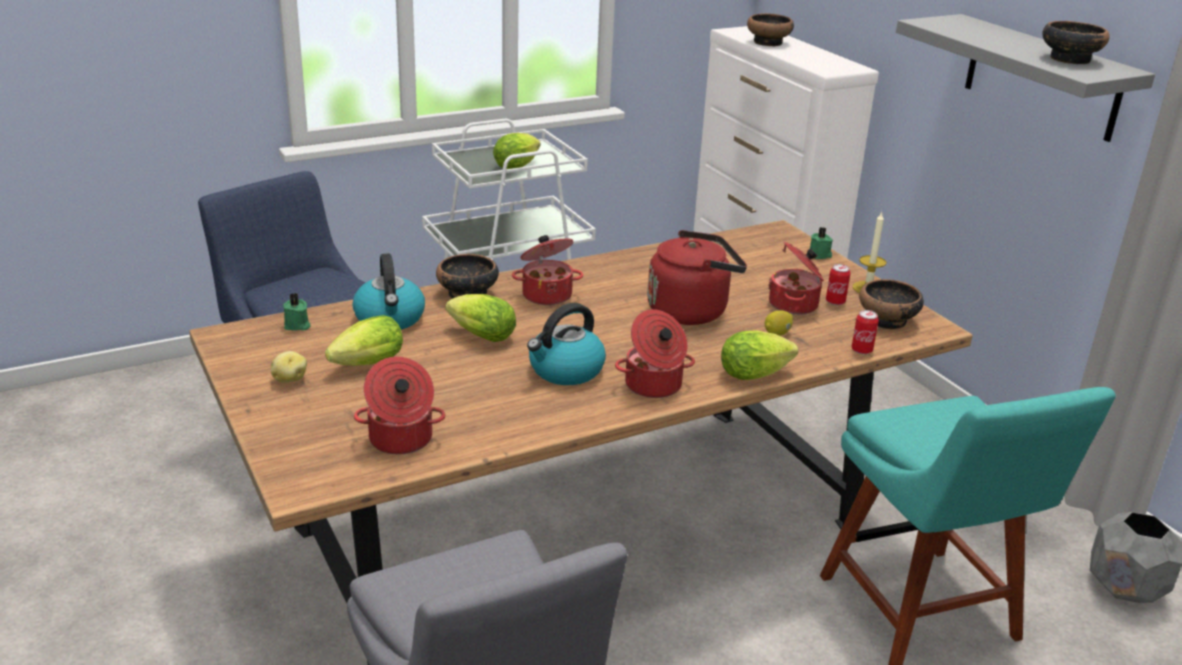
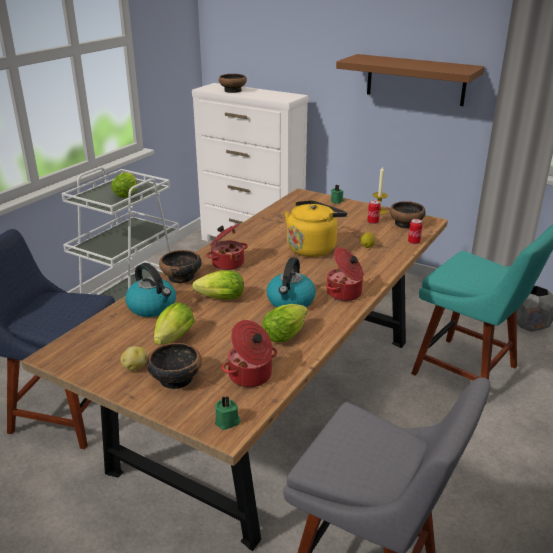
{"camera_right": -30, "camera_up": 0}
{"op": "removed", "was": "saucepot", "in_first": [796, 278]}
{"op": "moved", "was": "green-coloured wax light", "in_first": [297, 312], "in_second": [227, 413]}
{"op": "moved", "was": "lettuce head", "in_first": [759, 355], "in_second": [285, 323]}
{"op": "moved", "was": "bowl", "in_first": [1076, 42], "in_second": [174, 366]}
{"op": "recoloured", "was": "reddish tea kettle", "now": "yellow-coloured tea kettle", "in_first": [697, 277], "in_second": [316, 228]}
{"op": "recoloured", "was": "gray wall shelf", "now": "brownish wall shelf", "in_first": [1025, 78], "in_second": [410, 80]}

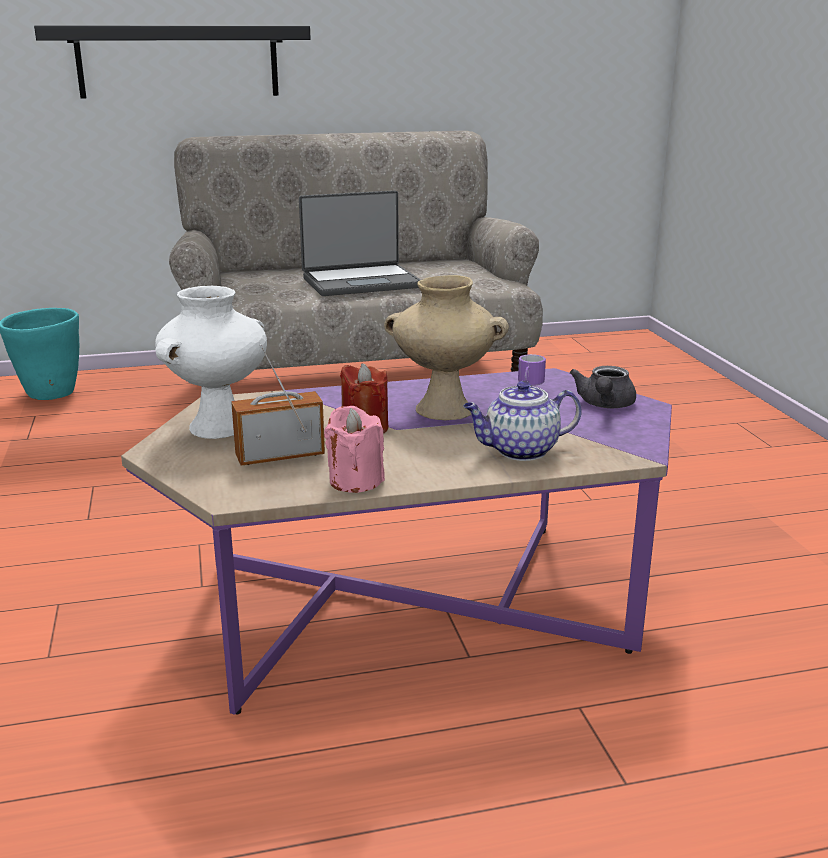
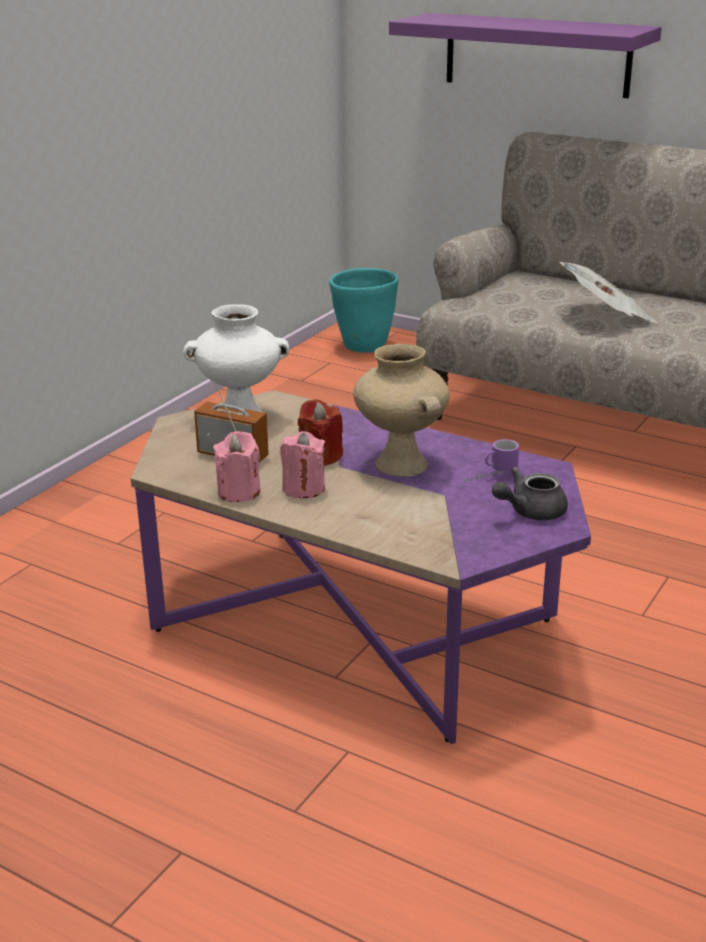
{"camera_right": 45, "camera_up": 5}
{"op": "removed", "was": "tea pot", "in_first": [522, 421]}
{"op": "added", "now": "pink-coloured wax light", "in_second": [302, 464]}
{"op": "replaced", "was": "laptop", "now": "newspaper", "in_first": [360, 243], "in_second": [608, 292]}
{"op": "recoloured", "was": "black wall shelf", "now": "purple wall shelf", "in_first": [172, 62], "in_second": [525, 55]}

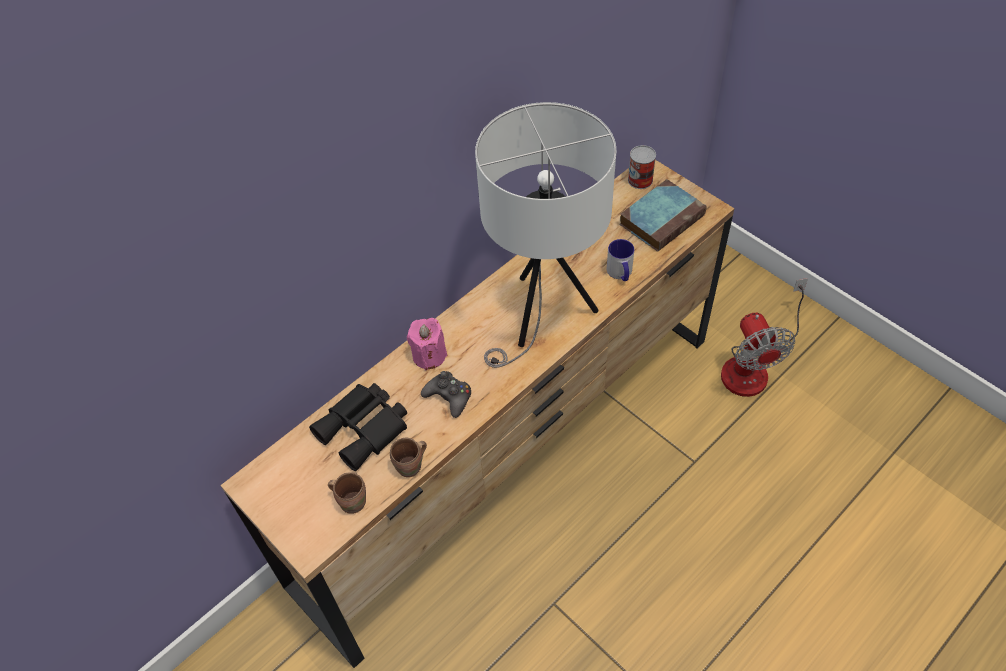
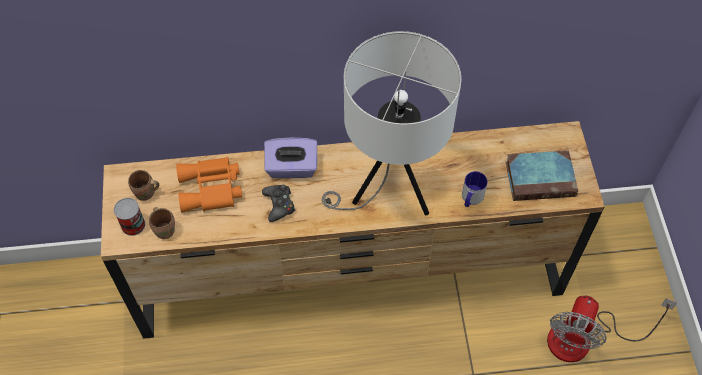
{"camera_right": 35, "camera_up": 5}
{"op": "moved", "was": "brownish mug", "in_first": [408, 458], "in_second": [143, 185]}
{"op": "moved", "was": "metal can", "in_first": [642, 167], "in_second": [130, 217]}
{"op": "replaced", "was": "pink-coloured wax light", "now": "purple tissue box", "in_first": [427, 344], "in_second": [290, 158]}
{"op": "recoloured", "was": "black field glasses", "now": "orange field glasses", "in_first": [358, 427], "in_second": [209, 184]}

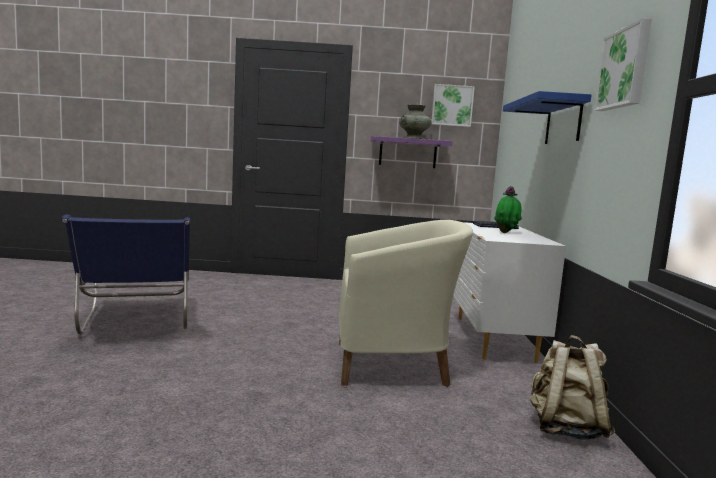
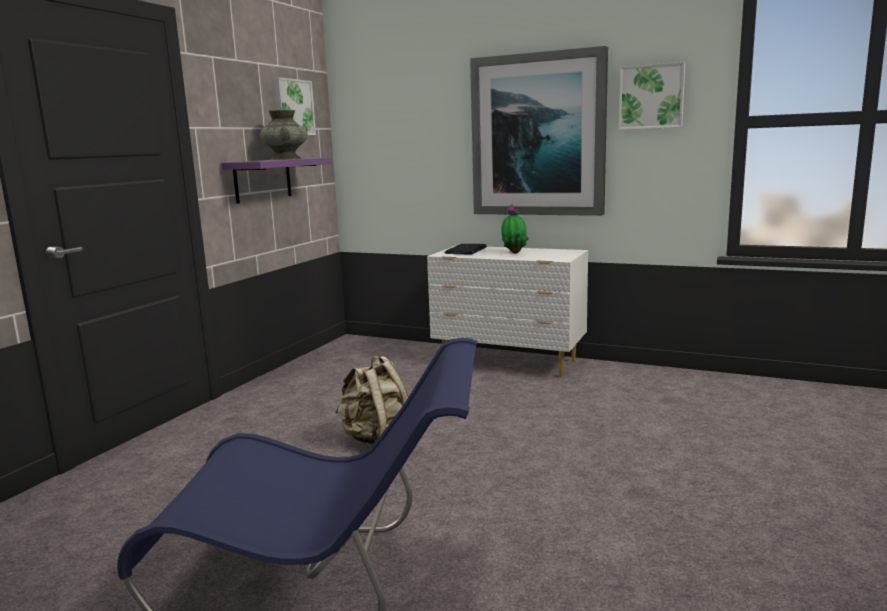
{"camera_right": -65, "camera_up": 5}
{"op": "removed", "was": "beige-coloured easy chair", "in_first": [406, 303]}
{"op": "moved", "was": "beige-coloured rucksack", "in_first": [572, 387], "in_second": [372, 401]}
{"op": "replaced", "was": "blue wall shelf", "now": "wall art", "in_first": [547, 117], "in_second": [539, 131]}

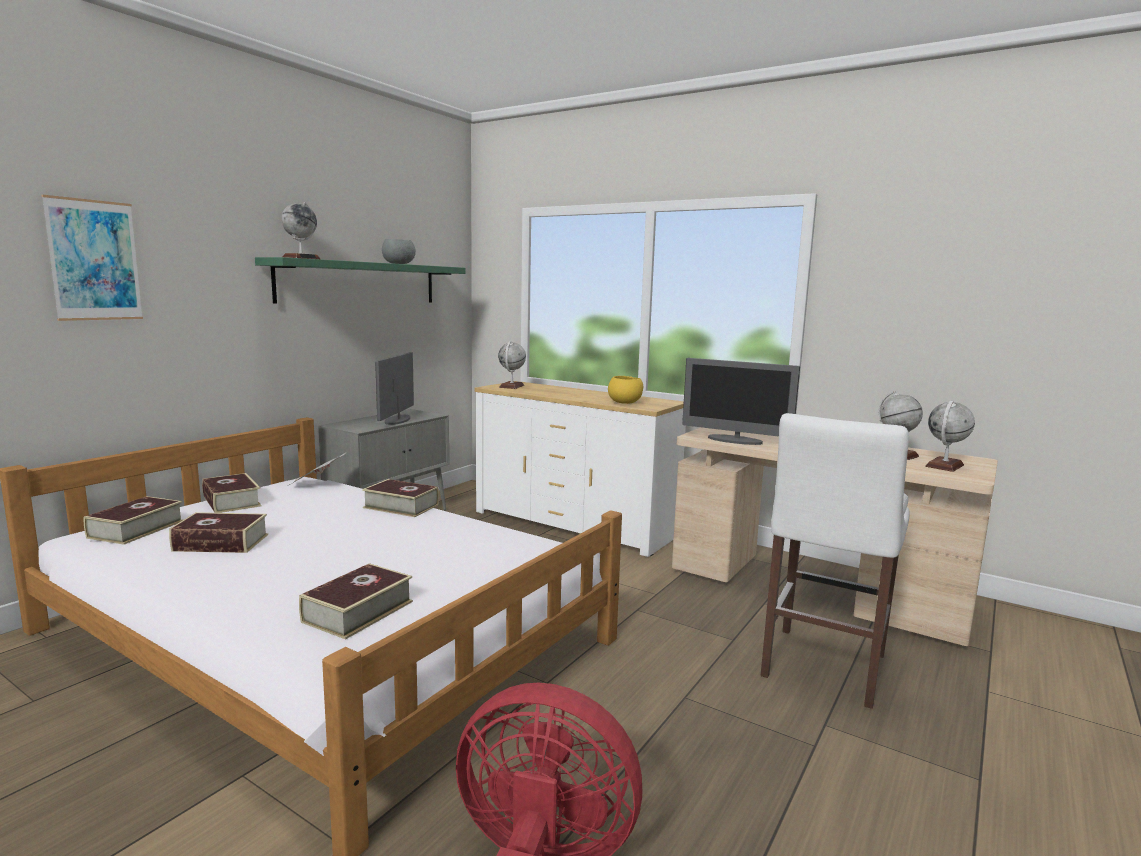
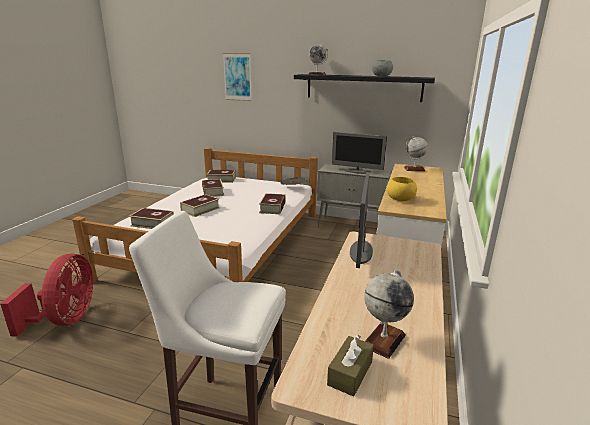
{"camera_right": 75, "camera_up": 10}
{"op": "moved", "was": "volume", "in_first": [231, 493], "in_second": [200, 205]}
{"op": "replaced", "was": "desk globe", "now": "brownish tissue box", "in_first": [950, 436], "in_second": [350, 365]}
{"op": "recoloured", "was": "green-coloured wall shelf", "now": "black wall shelf", "in_first": [360, 280], "in_second": [364, 88]}
{"op": "turned", "was": "computer display", "in_first": [394, 388], "in_second": [359, 153], "clockwise": -150}

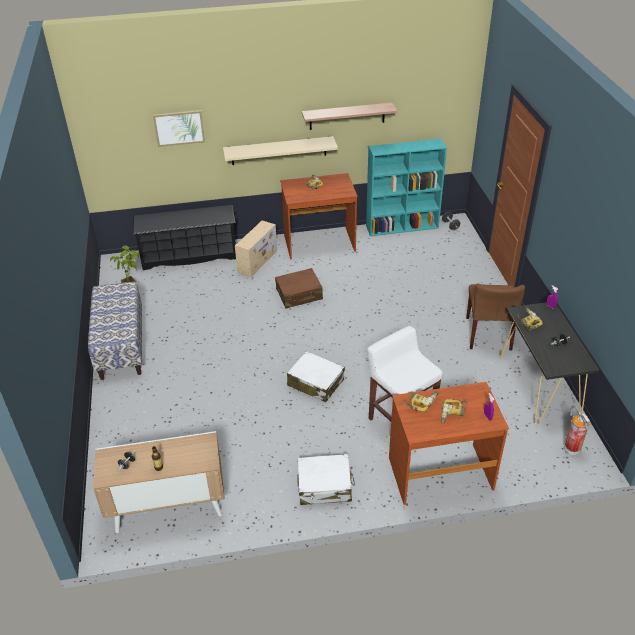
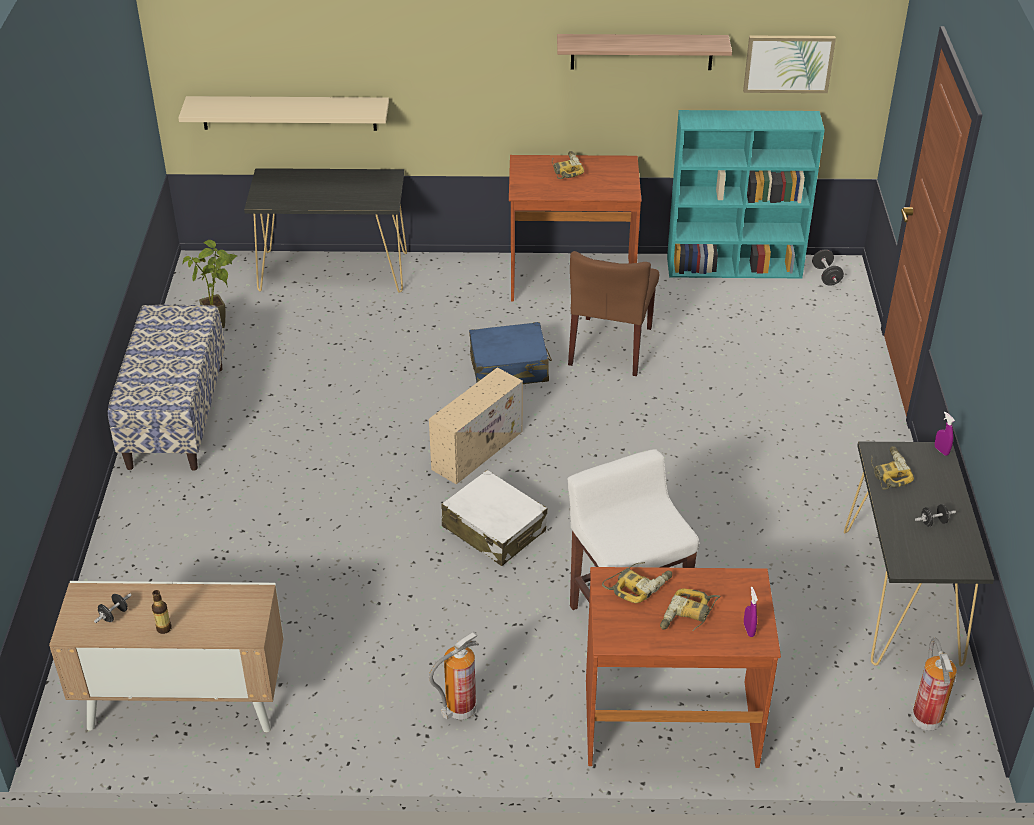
{"camera_right": 10, "camera_up": 0}
{"op": "moved", "was": "wall art", "in_first": [179, 128], "in_second": [789, 64]}
{"op": "moved", "was": "beige-coloured wall shelf", "in_first": [280, 150], "in_second": [283, 113]}
{"op": "moved", "was": "beige-coloured storage container", "in_first": [256, 248], "in_second": [476, 426]}
{"op": "moved", "was": "brownish plain chair", "in_first": [495, 317], "in_second": [613, 313]}
{"op": "replaced", "was": "black shoe stand", "now": "black hall table", "in_first": [184, 237], "in_second": [325, 230]}
{"op": "replaced", "was": "white-coloured travel case", "now": "fire extinguisher", "in_first": [326, 479], "in_second": [454, 675]}
{"op": "recoloured", "was": "brownish travel case", "now": "blue travel case", "in_first": [299, 288], "in_second": [510, 353]}

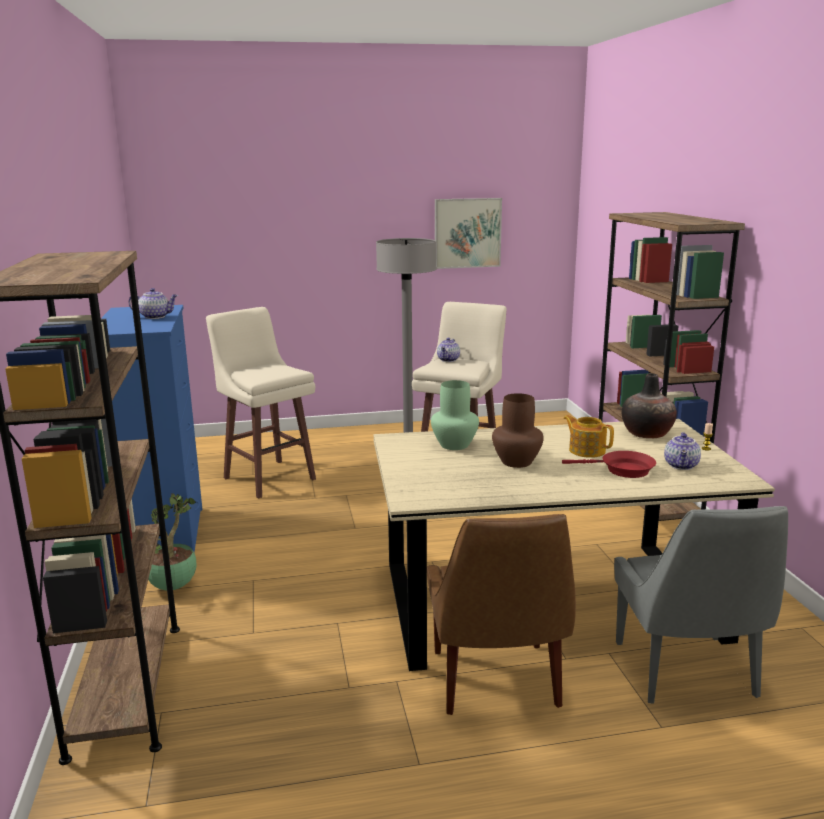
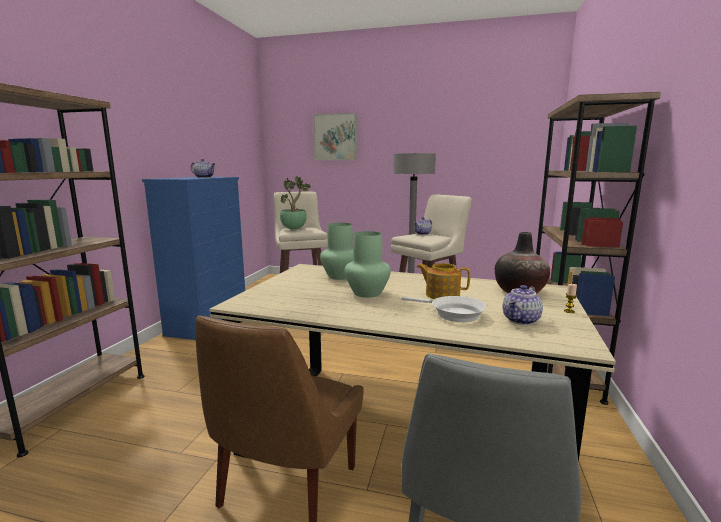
{"camera_right": 25, "camera_up": -5}
{"op": "moved", "was": "potted plant", "in_first": [172, 542], "in_second": [295, 203]}
{"op": "moved", "was": "wall art", "in_first": [468, 233], "in_second": [335, 136]}
{"op": "recoloured", "was": "brownish flower vase", "now": "green-coloured flower vase", "in_first": [518, 430], "in_second": [367, 264]}
{"op": "recoloured", "was": "reddish frying pan", "now": "white-coloured frying pan", "in_first": [609, 464], "in_second": [444, 309]}
{"op": "turned", "was": "tea pot", "in_first": [588, 436], "in_second": [443, 281], "clockwise": -45}

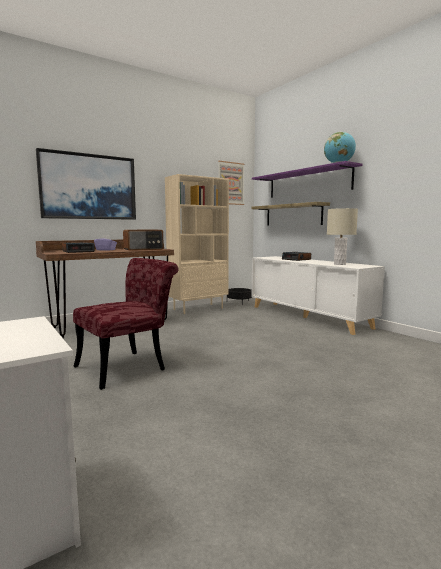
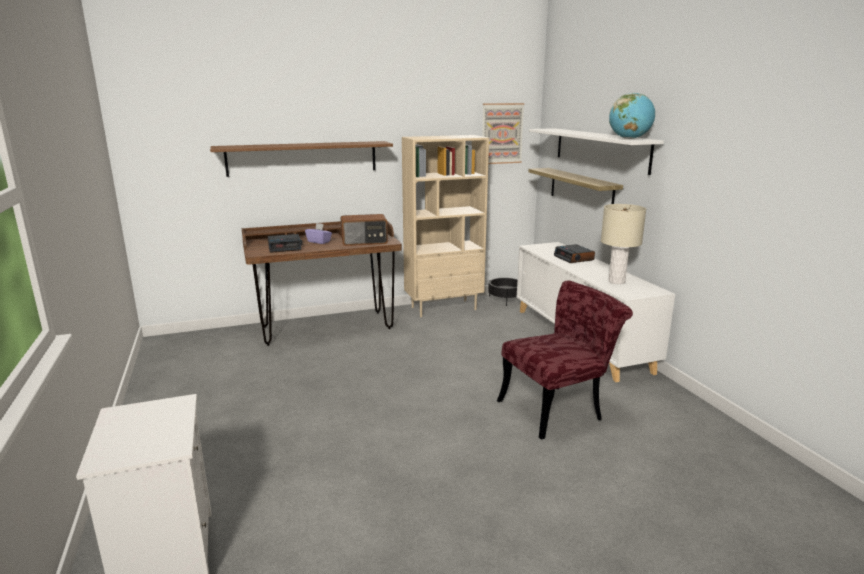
{"camera_right": 15, "camera_up": 10}
{"op": "moved", "was": "reddish plain chair", "in_first": [126, 324], "in_second": [565, 360]}
{"op": "replaced", "was": "wall art", "now": "brownish wall shelf", "in_first": [86, 184], "in_second": [301, 159]}
{"op": "recoloured", "was": "purple wall shelf", "now": "white-coloured wall shelf", "in_first": [307, 179], "in_second": [596, 151]}

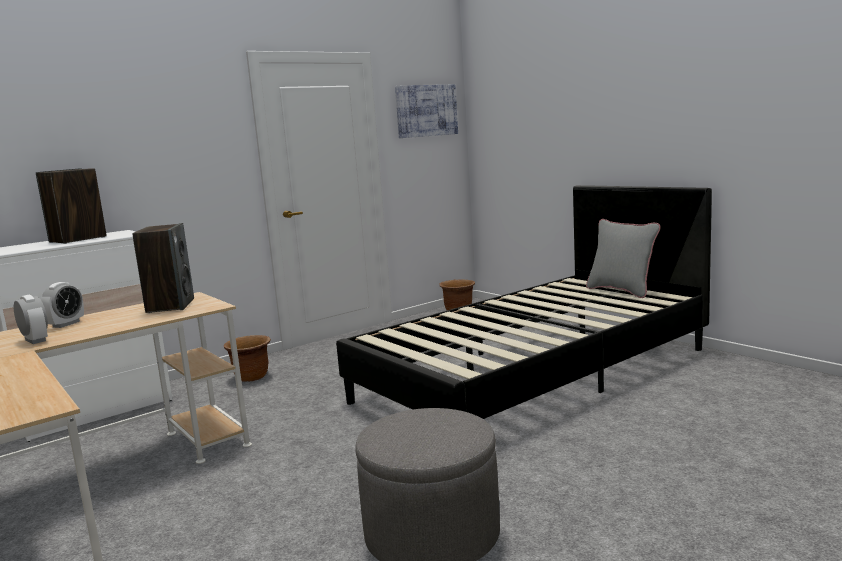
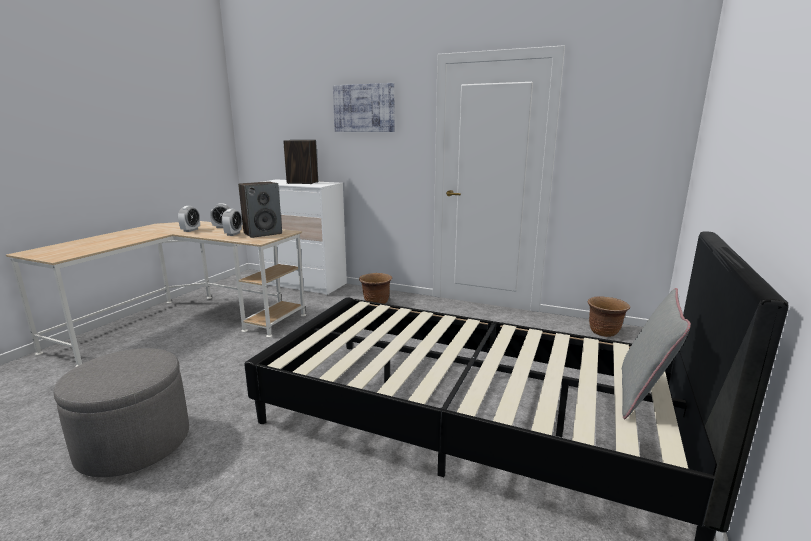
{"camera_right": 60, "camera_up": 5}
{"op": "added", "now": "alarm clock", "in_second": [232, 222]}
{"op": "moved", "was": "wall art", "in_first": [426, 111], "in_second": [364, 107]}

